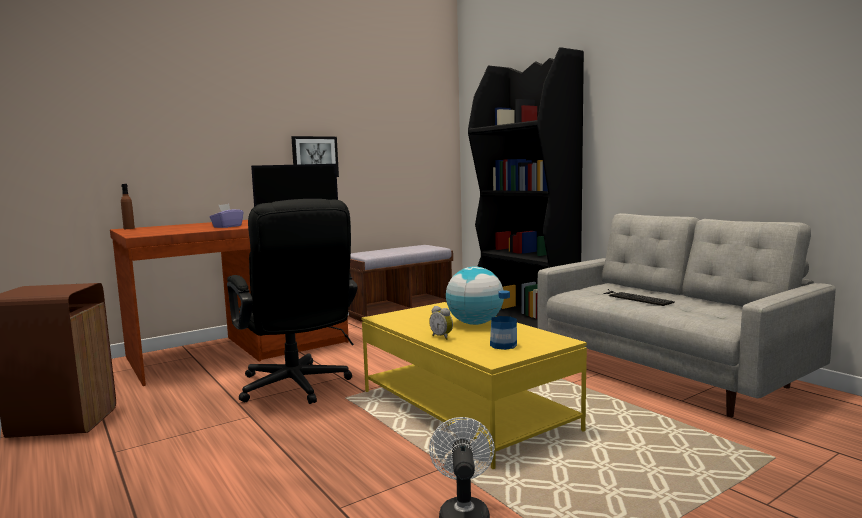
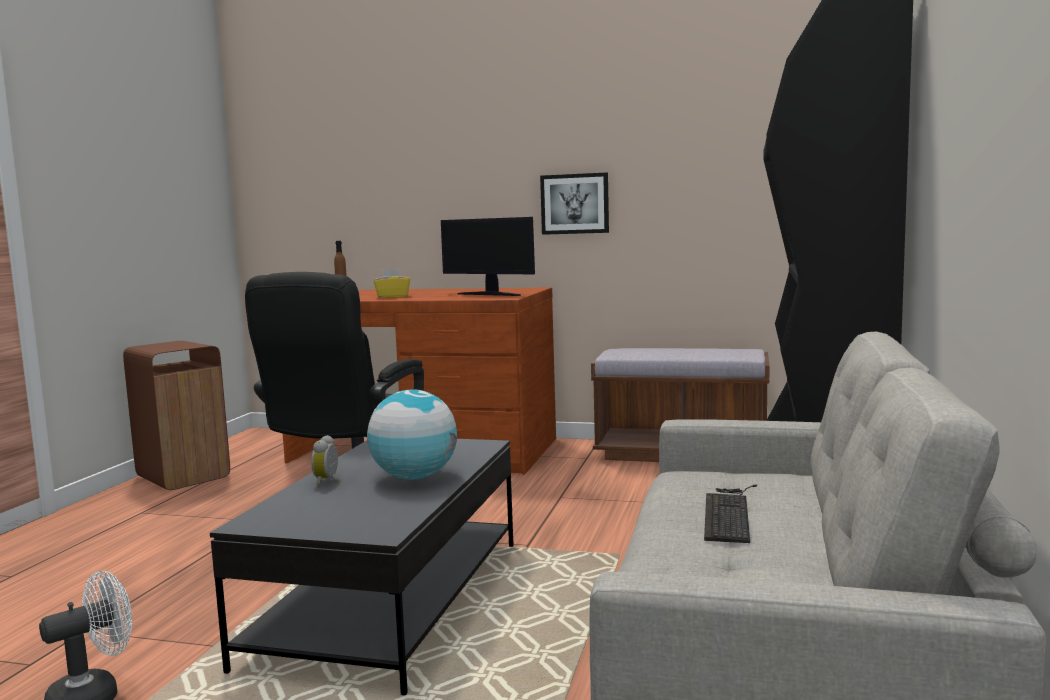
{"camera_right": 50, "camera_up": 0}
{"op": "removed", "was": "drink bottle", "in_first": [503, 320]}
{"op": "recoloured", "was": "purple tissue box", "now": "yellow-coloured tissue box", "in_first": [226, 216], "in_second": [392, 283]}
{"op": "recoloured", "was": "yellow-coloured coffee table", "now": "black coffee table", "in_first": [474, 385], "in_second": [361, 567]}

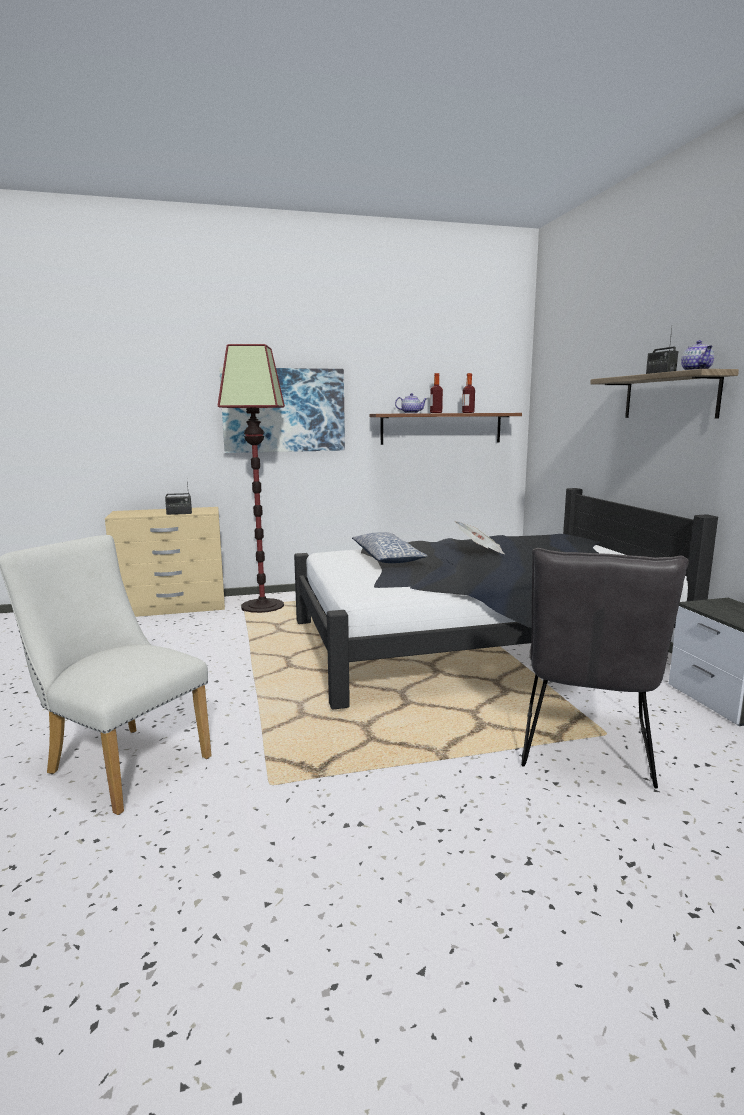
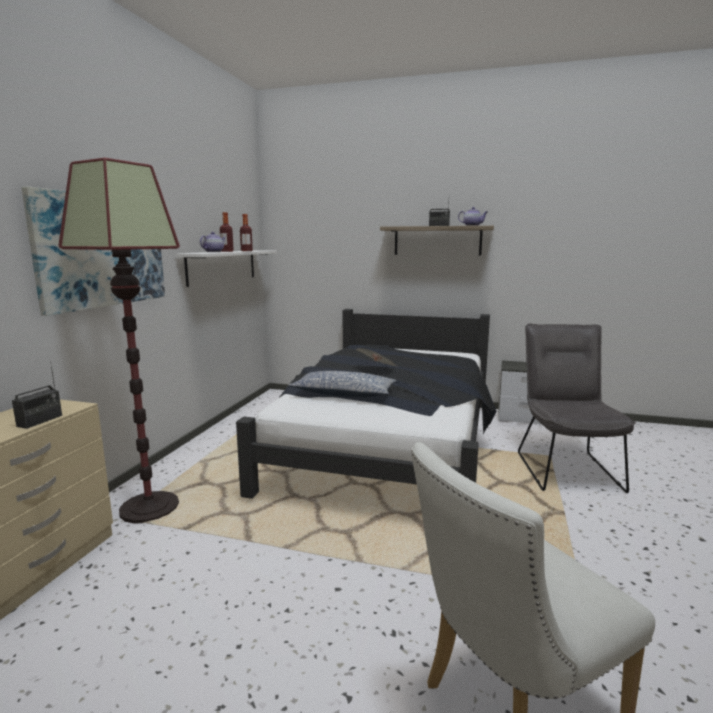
{"camera_right": -60, "camera_up": 0}
{"op": "recoloured", "was": "brownish wall shelf", "now": "white-coloured wall shelf", "in_first": [446, 429], "in_second": [226, 268]}
{"op": "turned", "was": "gray plain chair", "in_first": [605, 668], "in_second": [577, 408], "clockwise": -135}

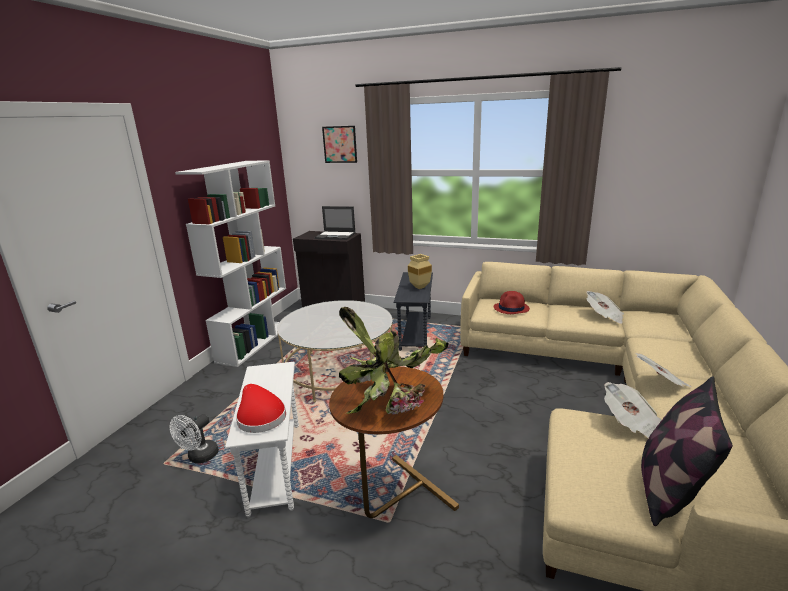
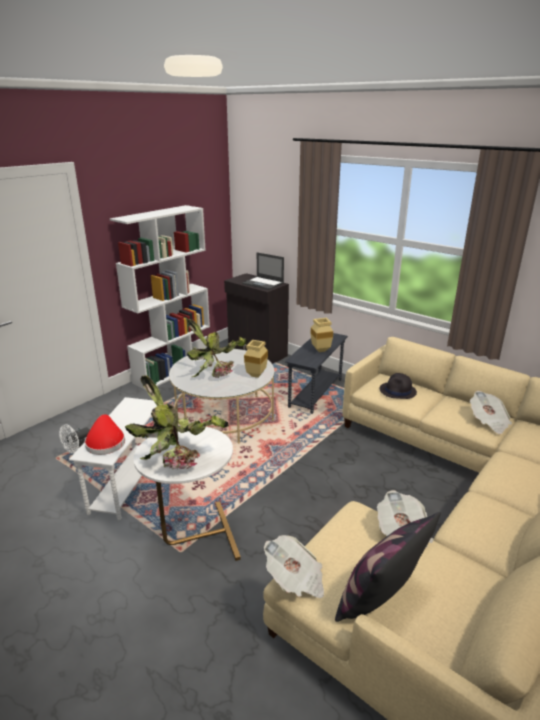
{"camera_right": 20, "camera_up": 5}
{"op": "removed", "was": "wall art", "in_first": [339, 144]}
{"op": "added", "now": "potted plant", "in_second": [217, 348]}
{"op": "added", "now": "beige-coloured flower vase", "in_second": [256, 359]}
{"op": "moved", "was": "newspaper", "in_first": [663, 370], "in_second": [294, 566]}
{"op": "recoloured", "was": "brownish accent table", "now": "white-coloured accent table", "in_first": [394, 442], "in_second": [187, 494]}
{"op": "recoloured", "was": "reddish wearable hat", "now": "black wearable hat", "in_first": [512, 302], "in_second": [398, 386]}

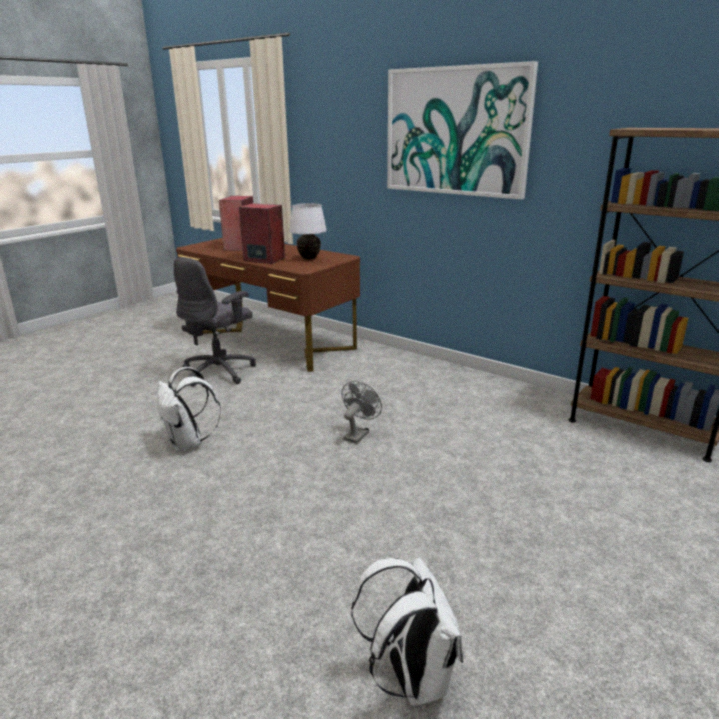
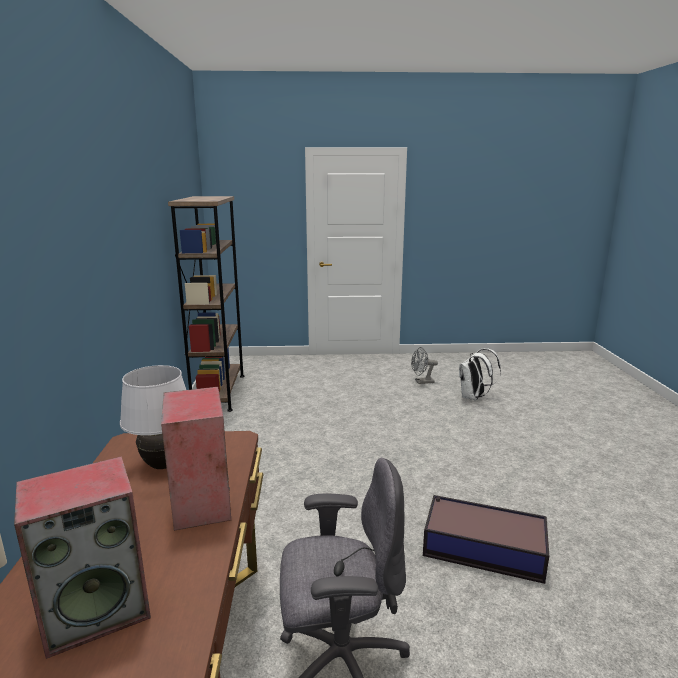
{"camera_right": -130, "camera_up": -5}
{"op": "removed", "was": "wall art", "in_first": [462, 130]}
{"op": "moved", "was": "gray cooling fan", "in_first": [362, 412], "in_second": [424, 365]}
{"op": "replaced", "was": "white-coloured rucksack", "now": "storage container", "in_first": [189, 409], "in_second": [486, 539]}

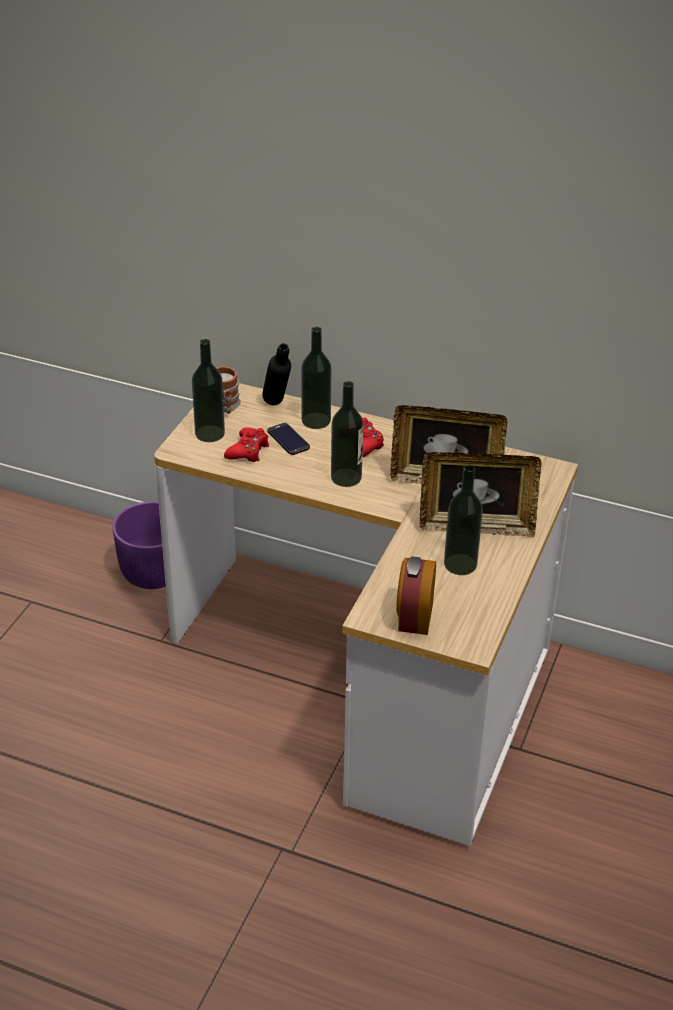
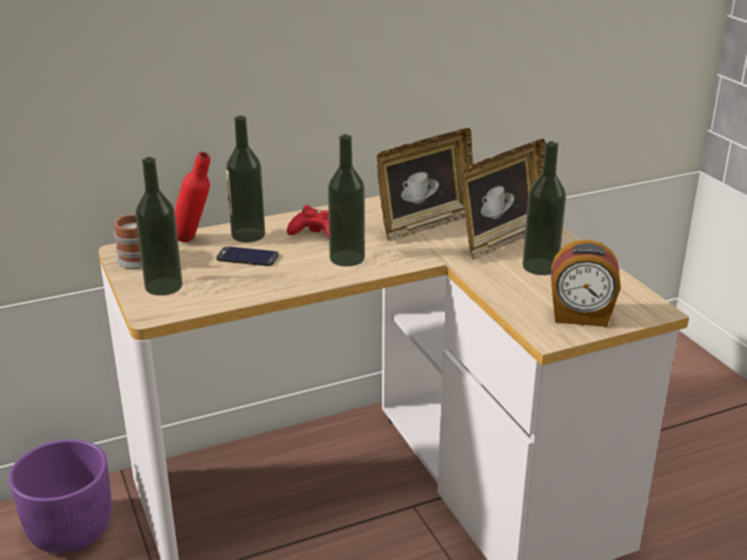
{"camera_right": -45, "camera_up": -10}
{"op": "removed", "was": "reddish joypad", "in_first": [246, 445]}
{"op": "recoloured", "was": "black drink bottle", "now": "reddish drink bottle", "in_first": [276, 374], "in_second": [192, 197]}
{"op": "turned", "was": "alarm clock", "in_first": [416, 596], "in_second": [586, 283], "clockwise": -45}

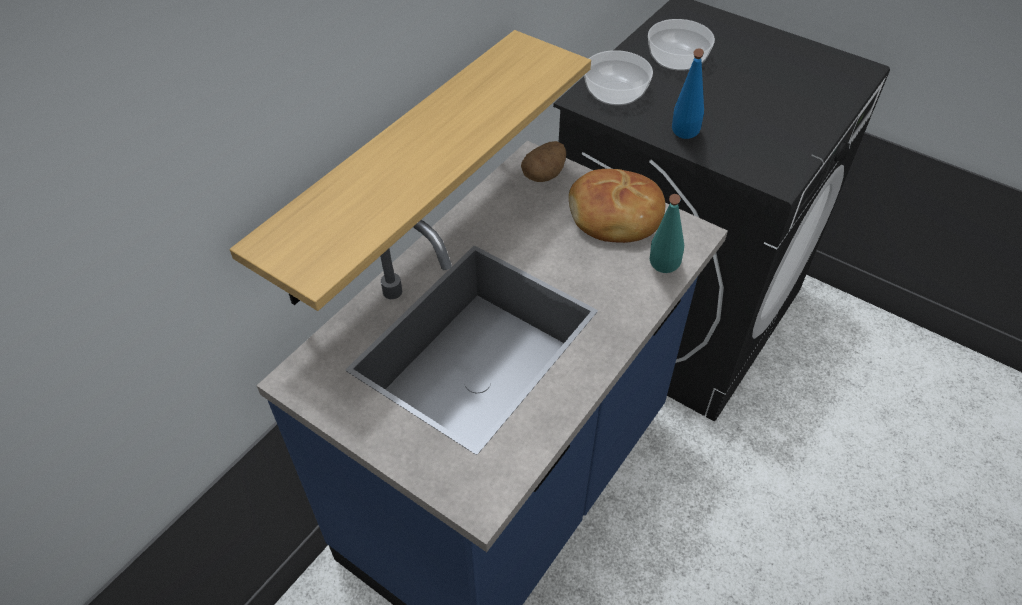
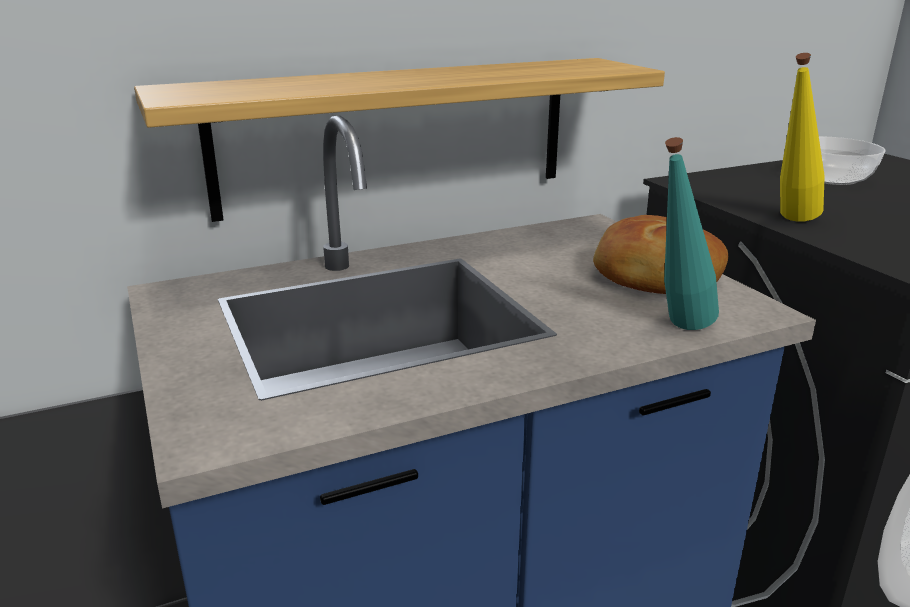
{"camera_right": 30, "camera_up": -25}
{"op": "removed", "was": "whole potato", "in_first": [543, 161]}
{"op": "removed", "was": "bowl", "in_first": [618, 77]}
{"op": "recoloured", "was": "blue drink bottle", "now": "yellow-coloured drink bottle", "in_first": [688, 93], "in_second": [802, 137]}

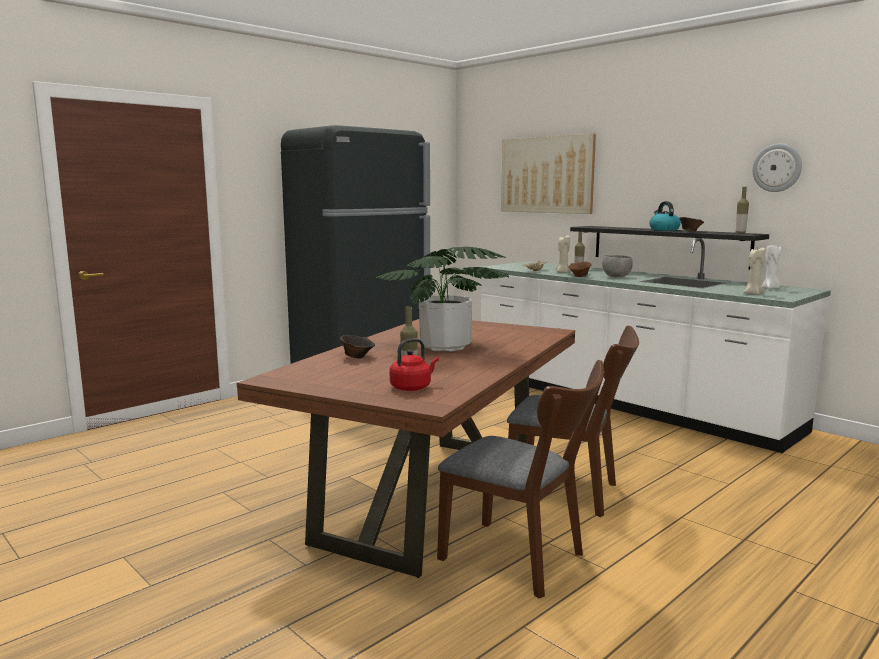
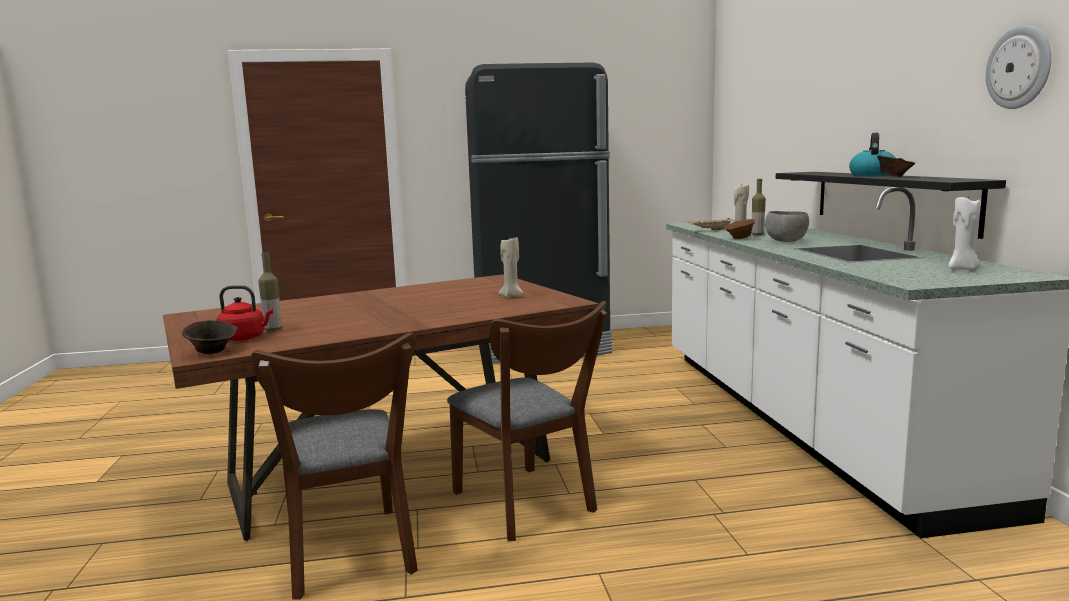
{"camera_right": 35, "camera_up": 0}
{"op": "removed", "was": "potted plant", "in_first": [442, 299]}
{"op": "removed", "was": "wall art", "in_first": [548, 174]}
{"op": "removed", "was": "drink bottle", "in_first": [742, 210]}
{"op": "moved", "was": "brownish bowl", "in_first": [357, 347], "in_second": [210, 337]}
{"op": "moved", "was": "beige-coloured wax light", "in_first": [754, 271], "in_second": [511, 267]}

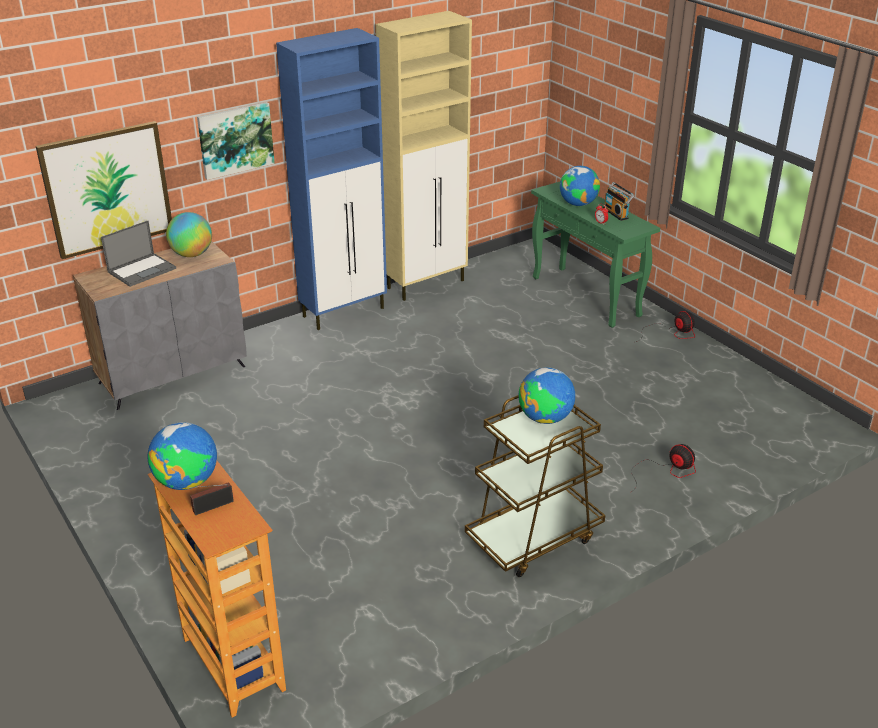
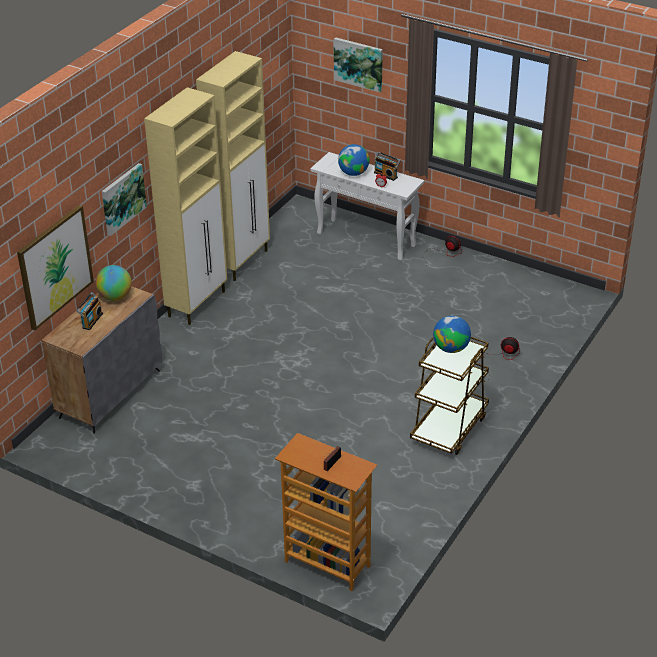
{"camera_right": -25, "camera_up": 5}
{"op": "removed", "was": "desk globe", "in_first": [182, 456]}
{"op": "added", "now": "wall art", "in_second": [358, 64]}
{"op": "replaced", "was": "laptop", "now": "radio receiver", "in_first": [138, 254], "in_second": [89, 311]}
{"op": "recoloured", "was": "blue storage cabinet", "now": "beige-coloured storage cabinet", "in_first": [331, 179], "in_second": [185, 206]}
{"op": "recoloured", "was": "green-coloured hall table", "now": "white-coloured hall table", "in_first": [595, 255], "in_second": [367, 206]}

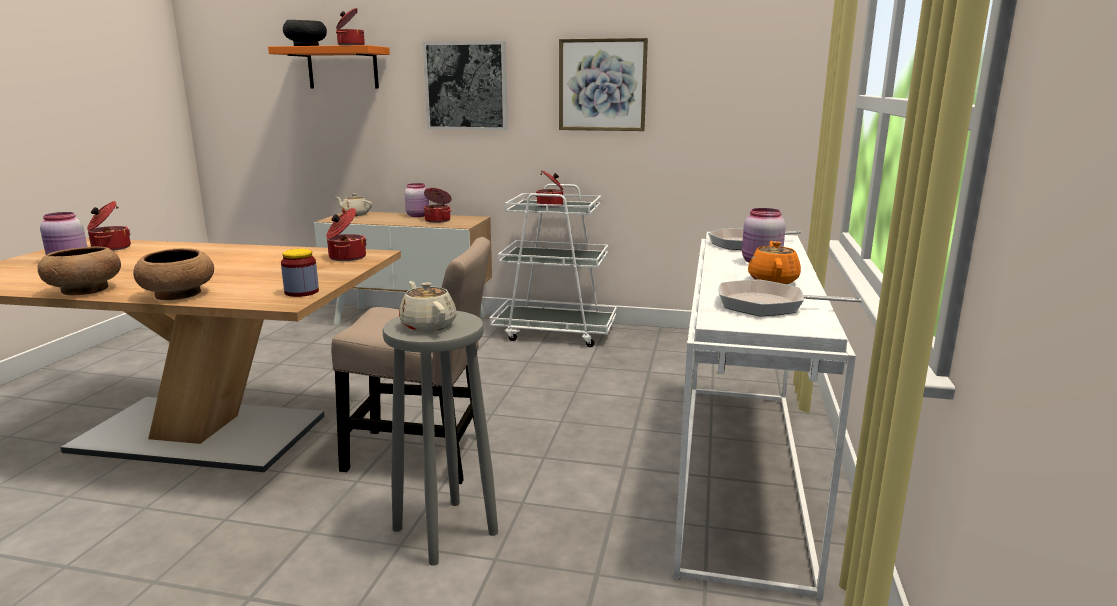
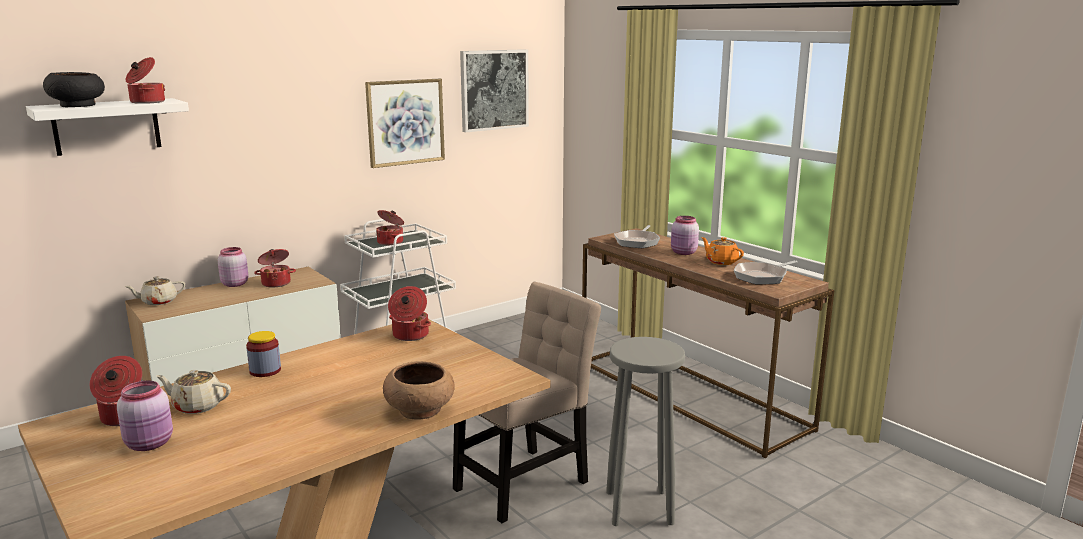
{"camera_right": -50, "camera_up": 0}
{"op": "removed", "was": "brownish bowl", "in_first": [79, 271]}
{"op": "moved", "was": "storage jar", "in_first": [300, 273], "in_second": [263, 354]}
{"op": "moved", "was": "beige-coloured tea pot", "in_first": [428, 306], "in_second": [193, 392]}
{"op": "moved", "was": "wall art", "in_first": [465, 85], "in_second": [494, 90]}
{"op": "recoloured", "was": "orange wall shelf", "now": "white-coloured wall shelf", "in_first": [329, 67], "in_second": [107, 127]}
{"op": "recoloured", "was": "white-coloured hall table", "now": "brownish hall table", "in_first": [764, 416], "in_second": [708, 343]}

